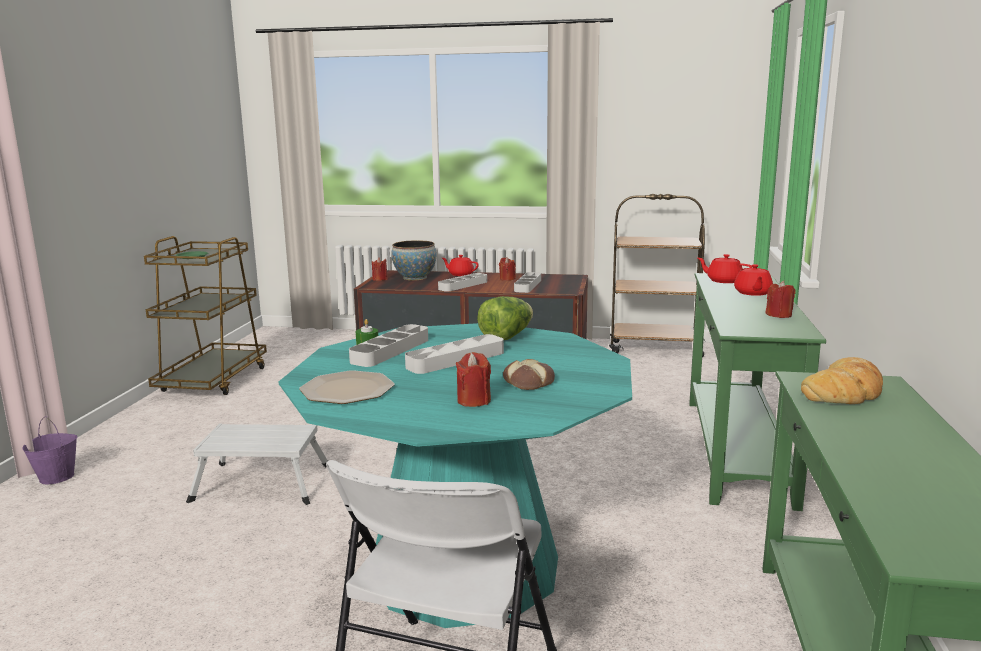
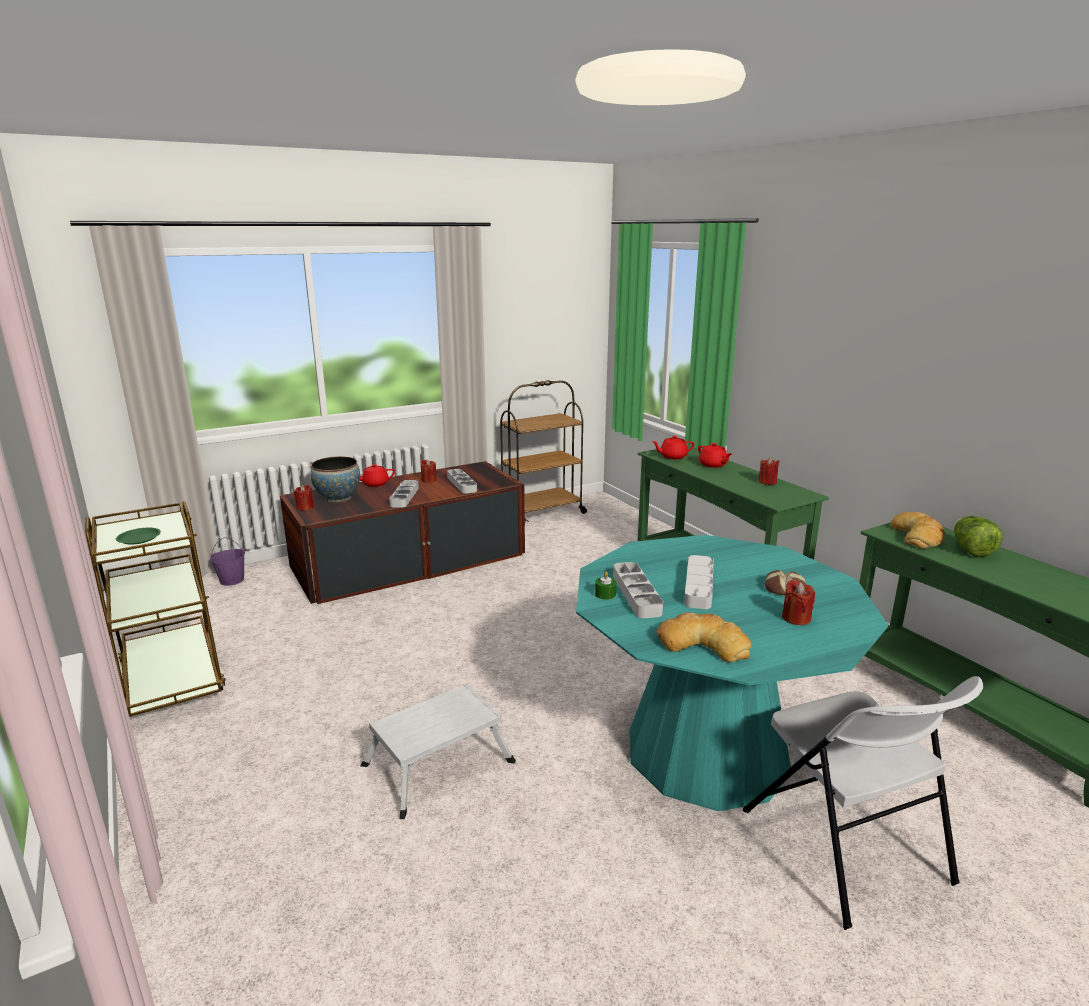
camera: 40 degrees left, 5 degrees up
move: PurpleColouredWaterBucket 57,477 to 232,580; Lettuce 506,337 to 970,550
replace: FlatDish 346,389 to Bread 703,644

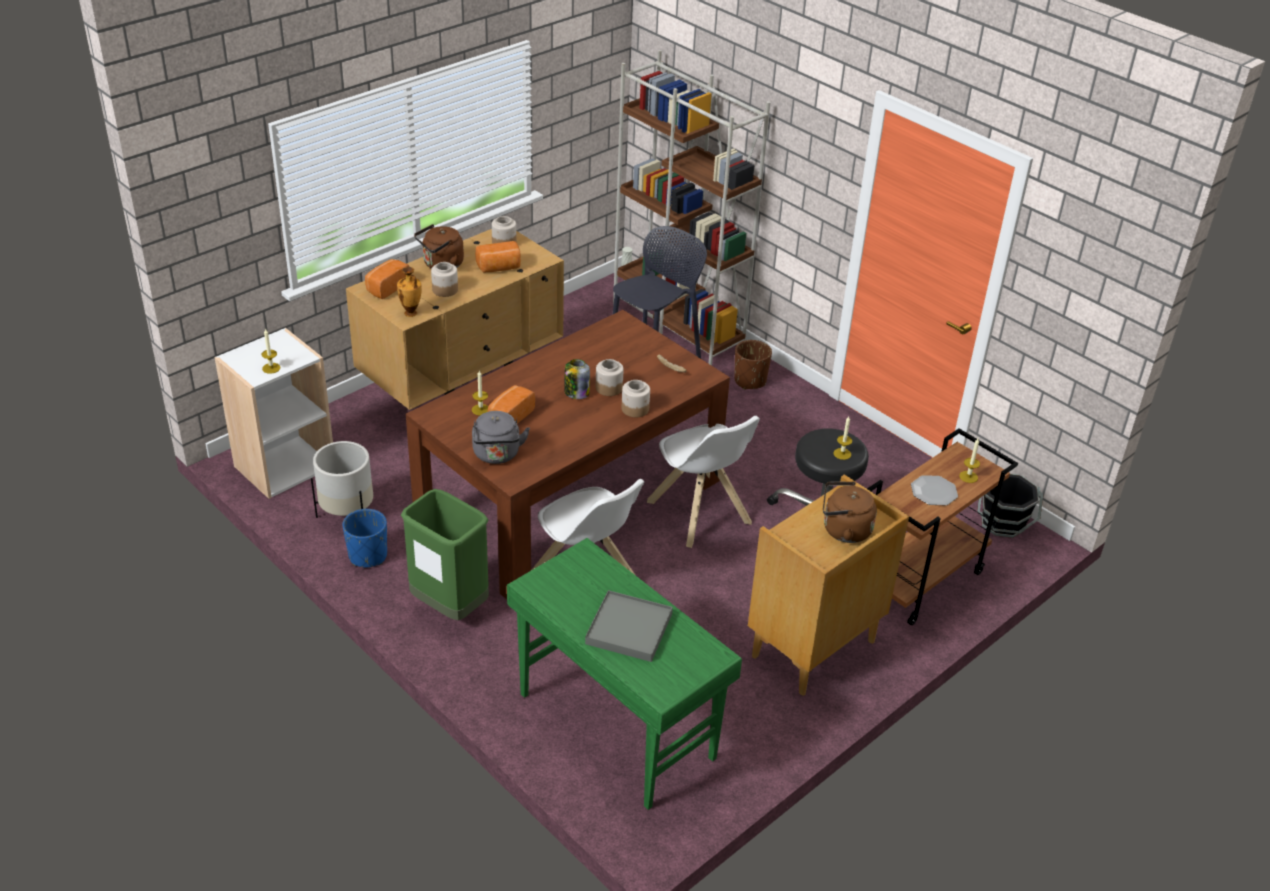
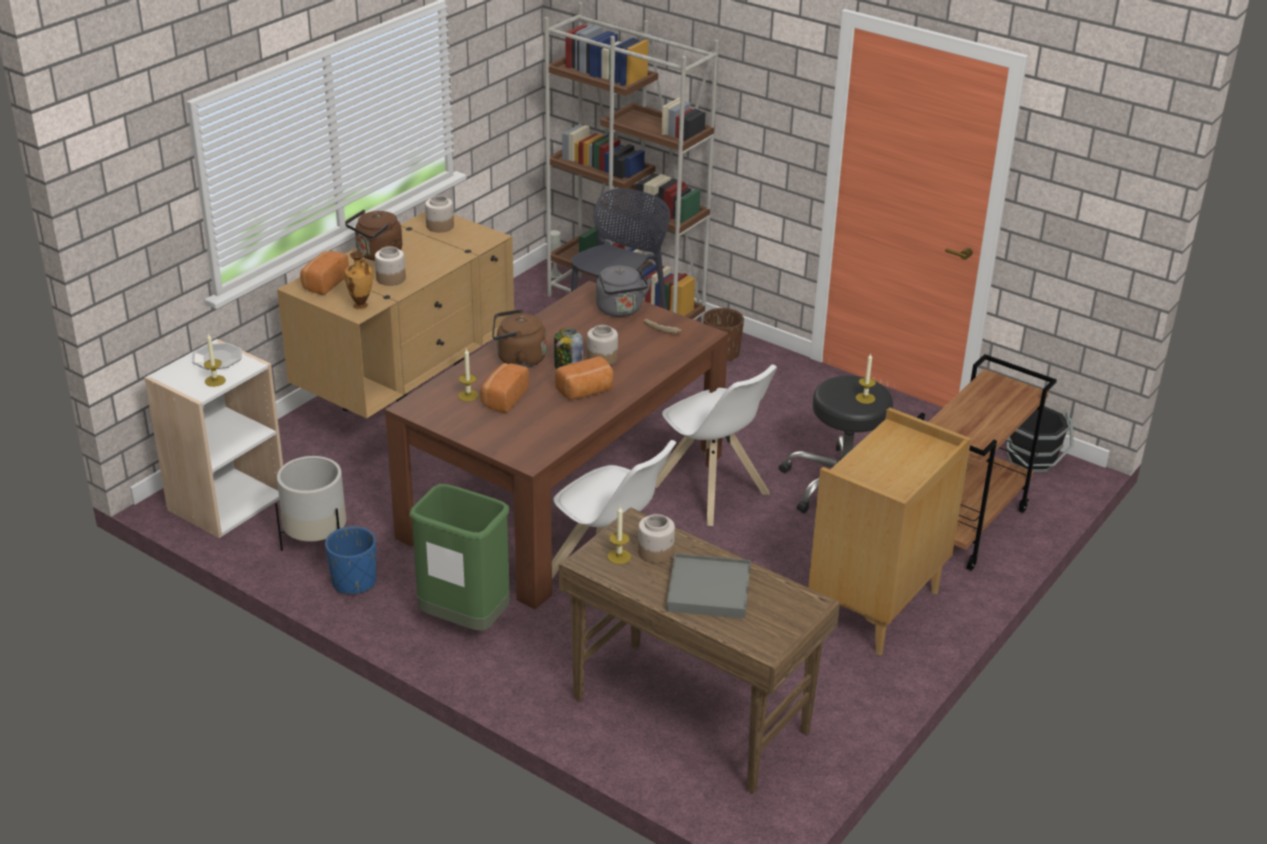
camera: 10 degrees left, 5 degrees down
move: GrayKettle 497,455 to 621,310; Bread 499,268 to 586,391; StorageJar 635,409 to 656,552; BrownishKettle 843,530 to 518,359; FlatDish 934,492 to 217,358; WaxCandle 968,477 to 619,556
recolor: GreenishNarrowTable 615,726 to BrownishNarrowTable 688,715

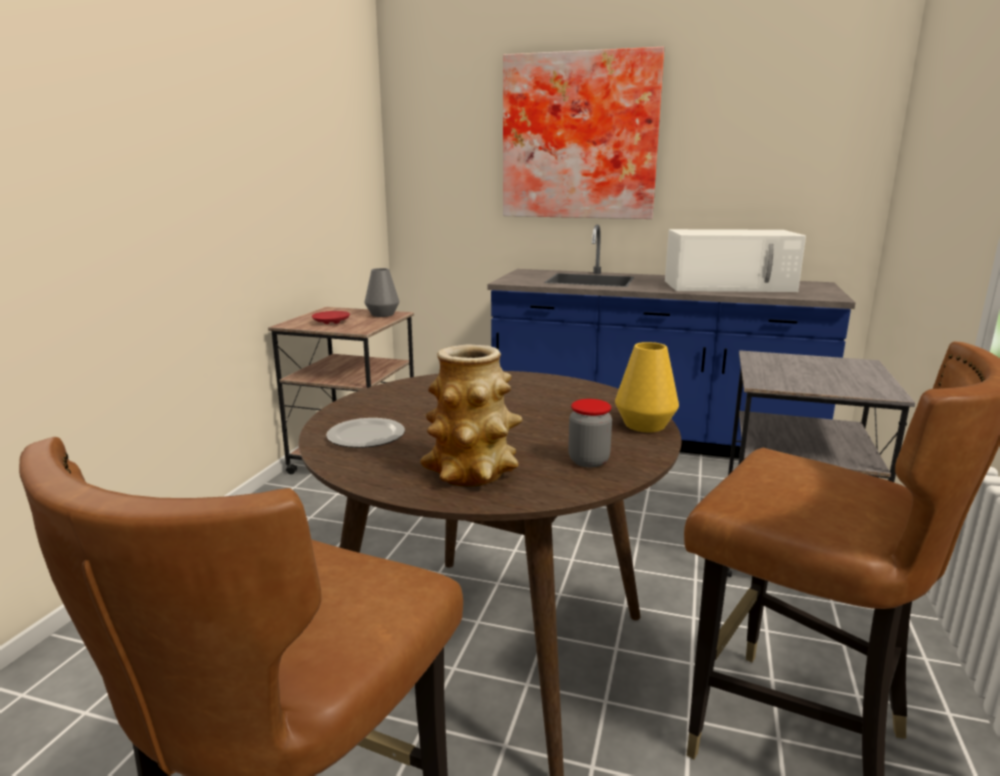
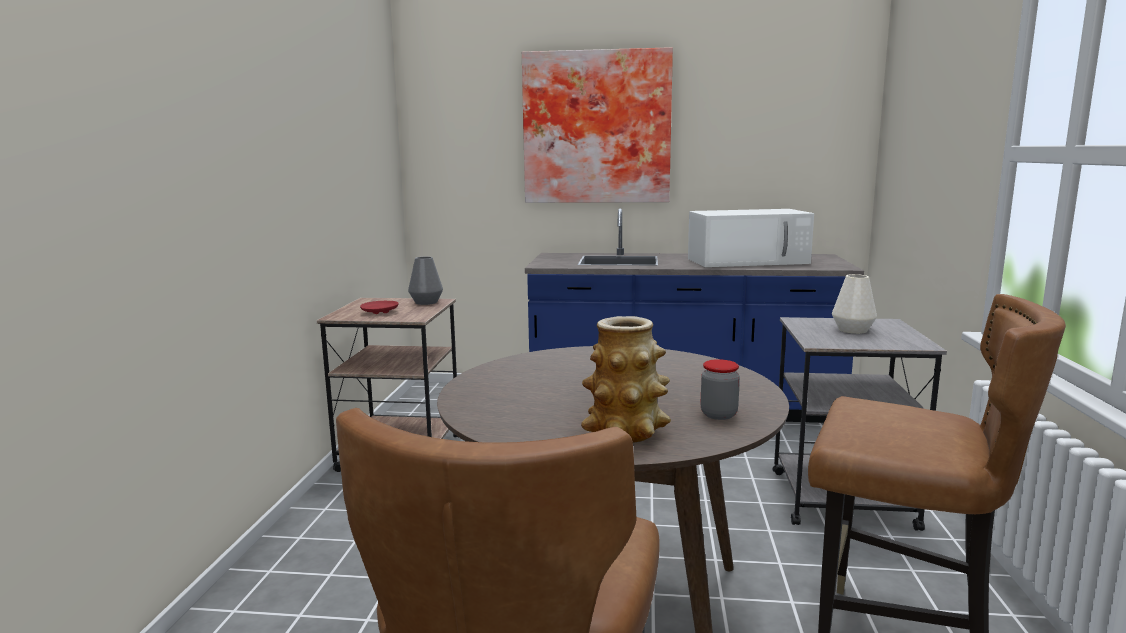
camera: 10 degrees left, 5 degrees down
delete: FlatDish 366,436; YellowDecorativeVase 644,425
insert: WhiteDecorativeVase 852,330

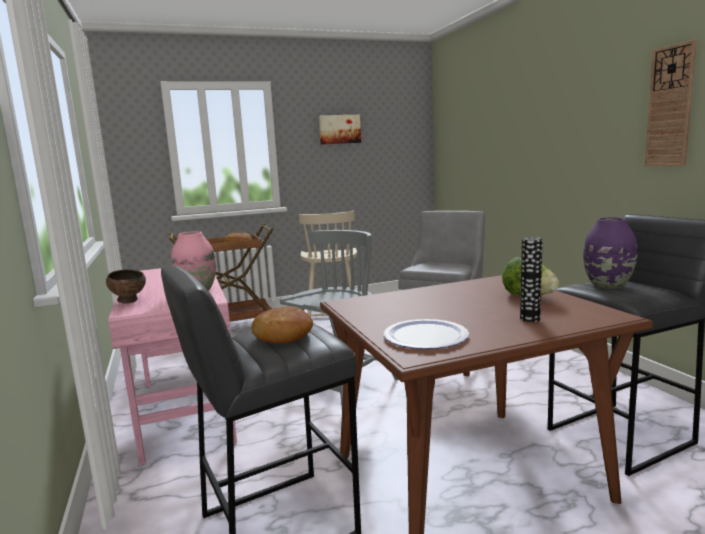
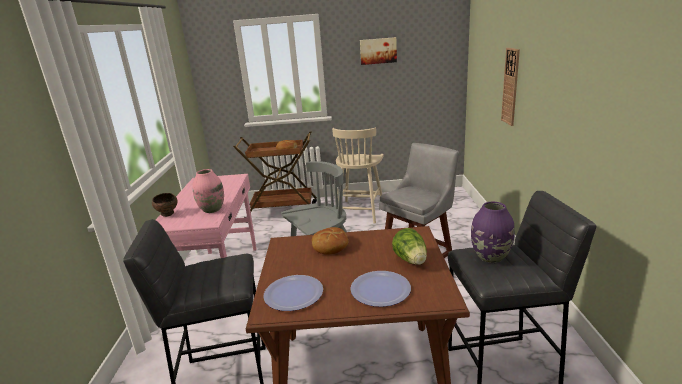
camera: 20 degrees right, 10 degrees up
move: Bread 282,335 to 330,246; WallClock 670,107 to 510,86
replace: DecorativeVase 530,319 to FlatDish 380,289

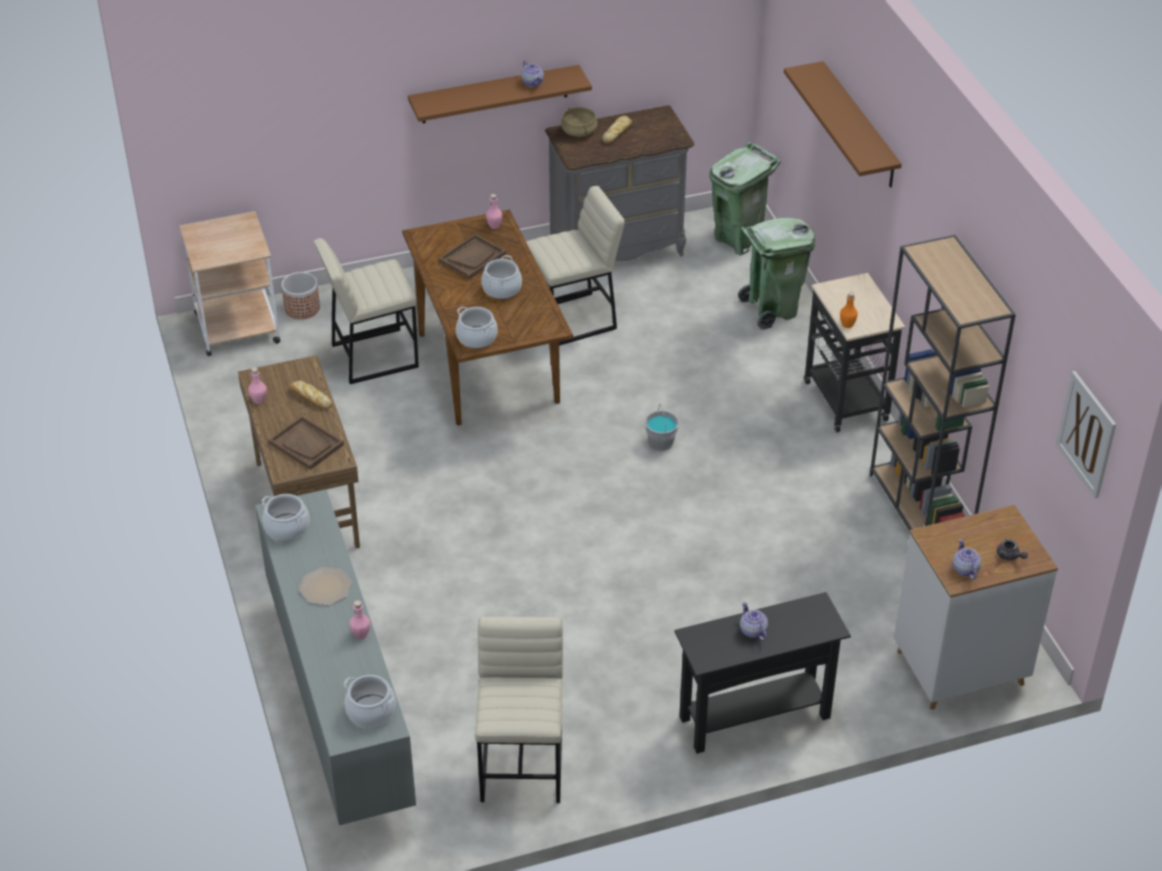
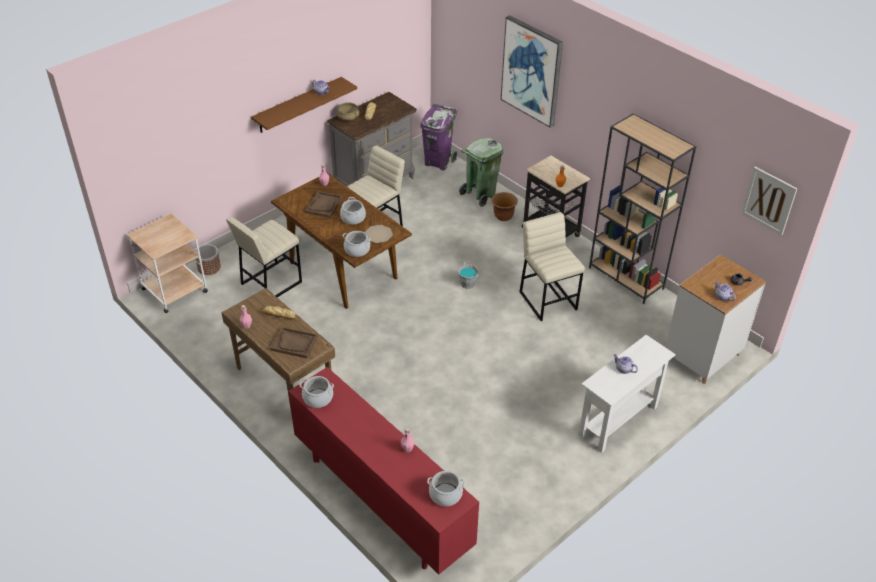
camera: 25 degrees left, 0 degrees up
insert: BrownishPlantPot 503,217
move: FlatDish 326,587 to 378,234; BeigeColouredUprightChair 522,764 to 547,299
replace: BrownishWallShelf 859,126 to WallPicture 532,71
recolor: GrayCupboard 338,708 to ReddishCupboard 380,501; BlackNarrowTable 754,717 to WhiteNarrowTable 618,421; GreenishWasteBin 739,239 to PurpleColouredWasteBin 438,162

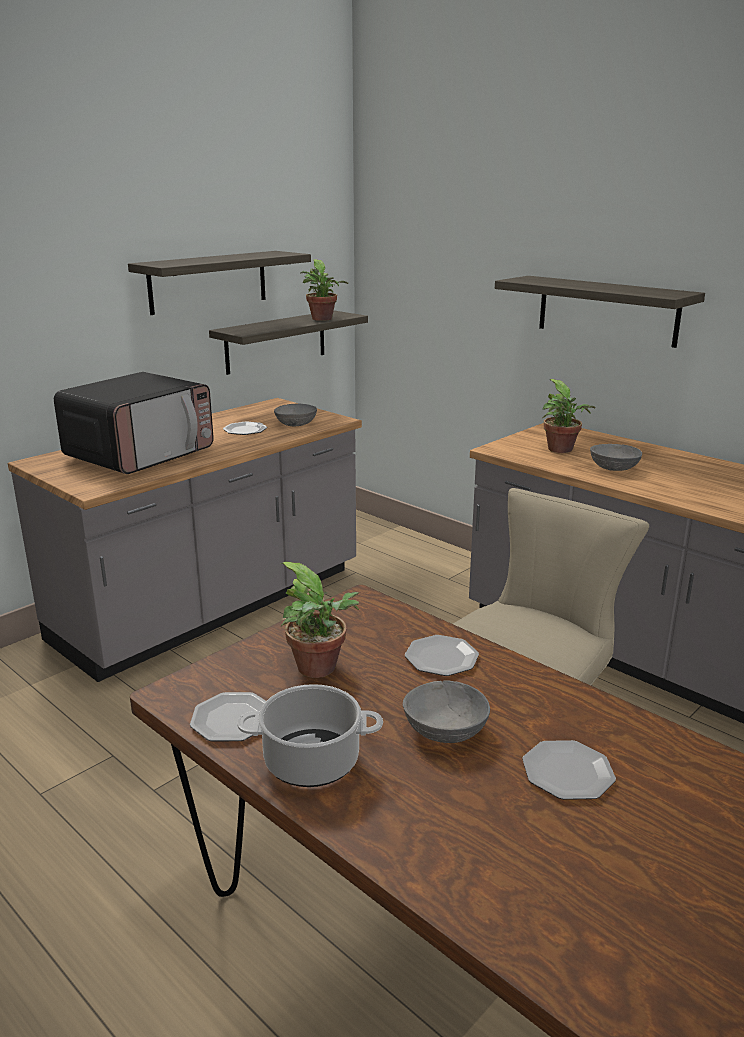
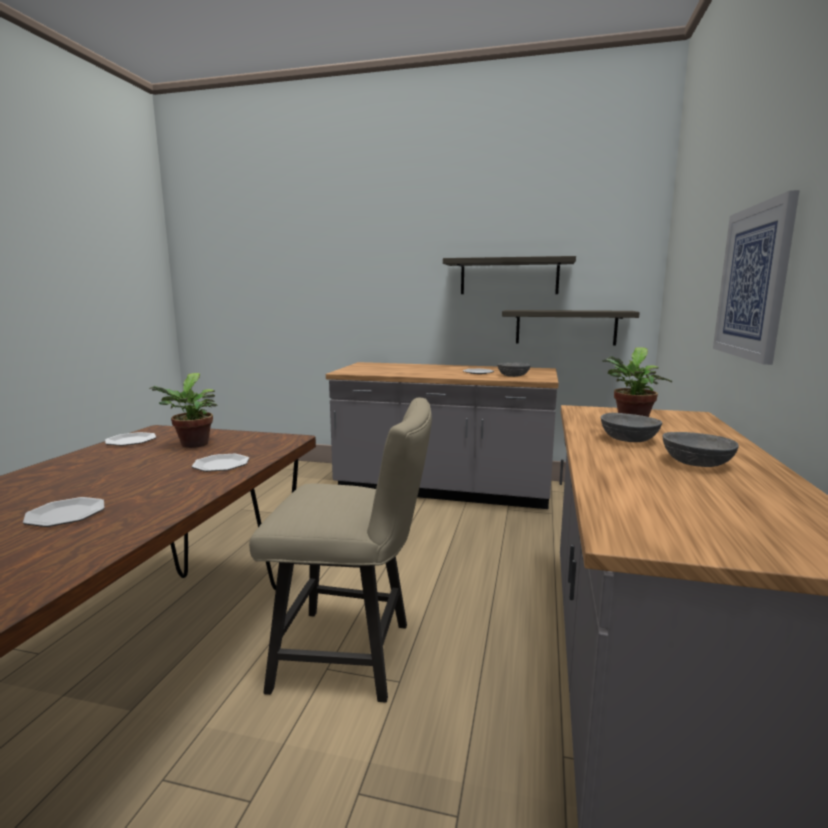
camera: 60 degrees right, 10 degrees down
delete: Microwave 141,454; CookingPot 310,762; PottedPlant 322,319
move: GrayBowl 445,730 to 696,463
replace: WallShelf 607,310 to WallPicture 753,282

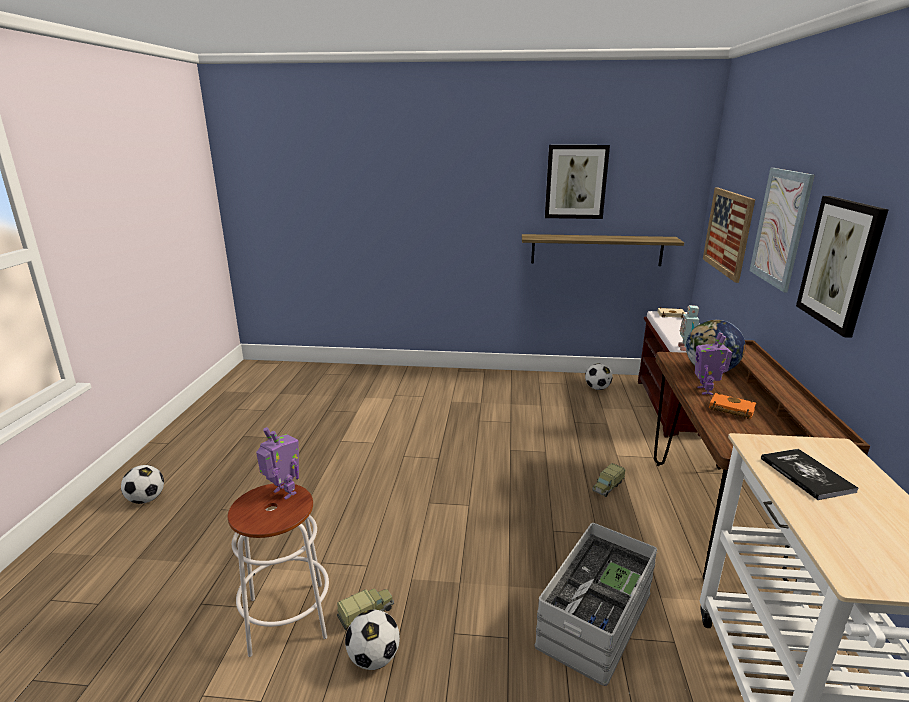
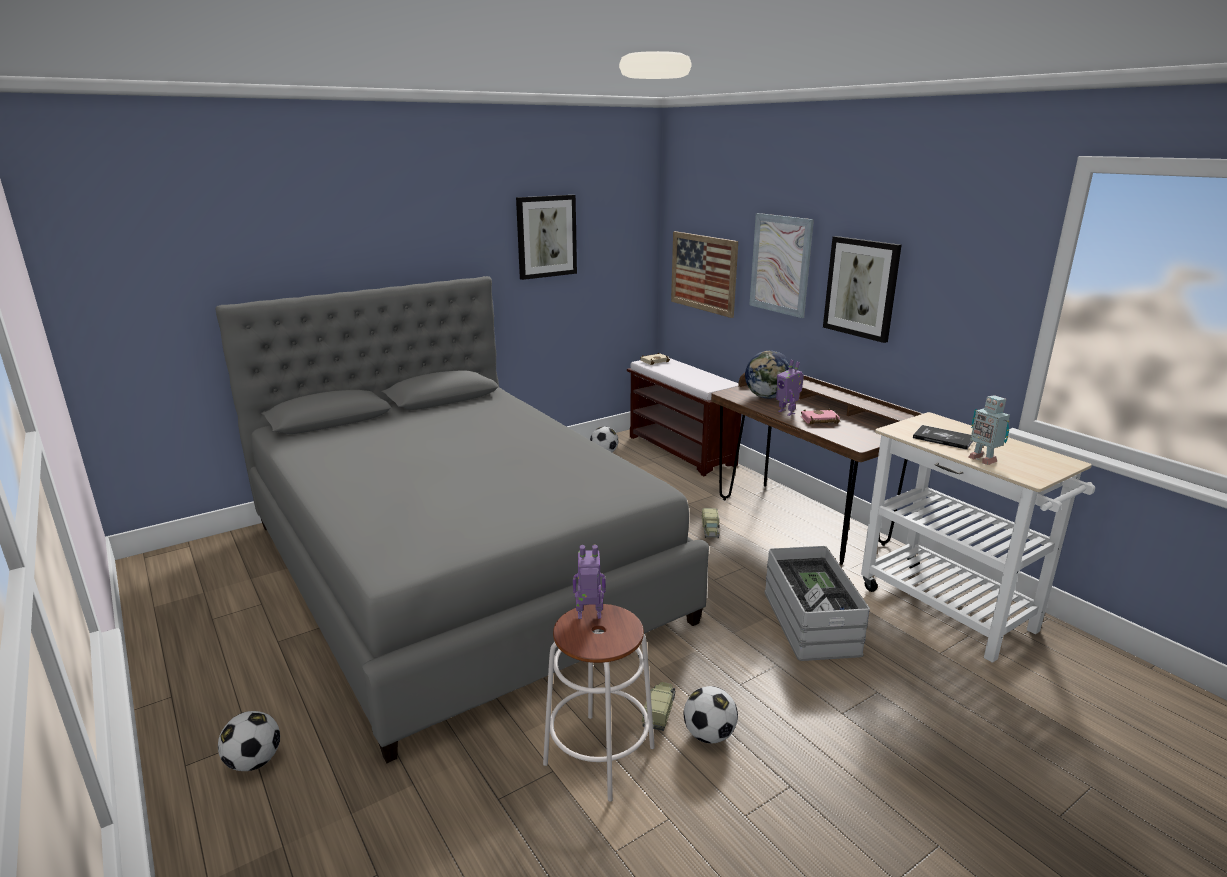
camera: 40 degrees left, 0 degrees up
delete: WallShelf 596,250
insert: GrayBed 458,569
move: RobotFigure 686,348 to 983,459
recolor: OrangeBook 730,409 to PinkBook 819,420

